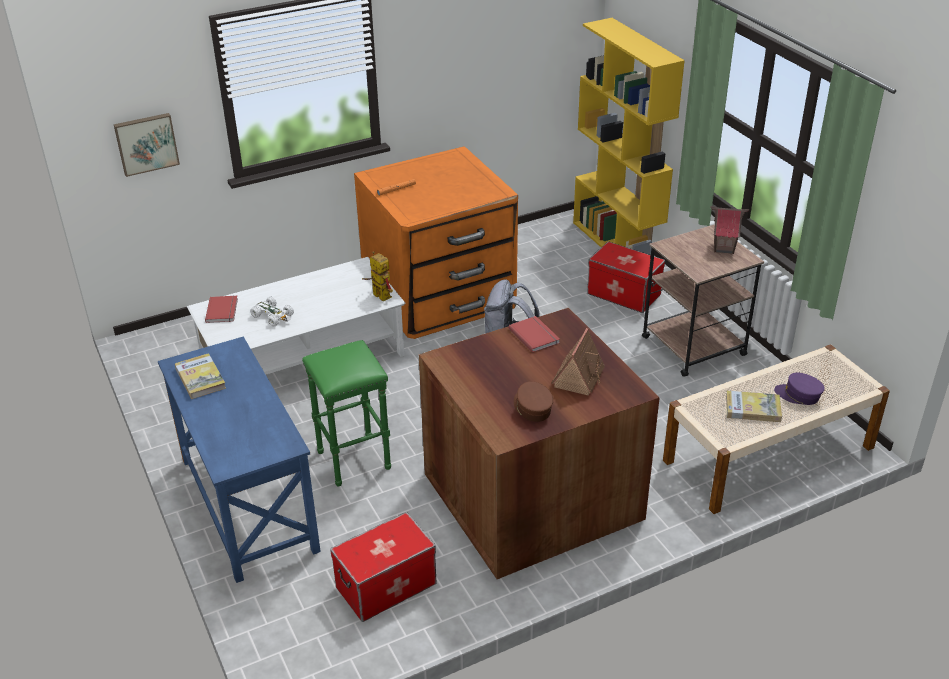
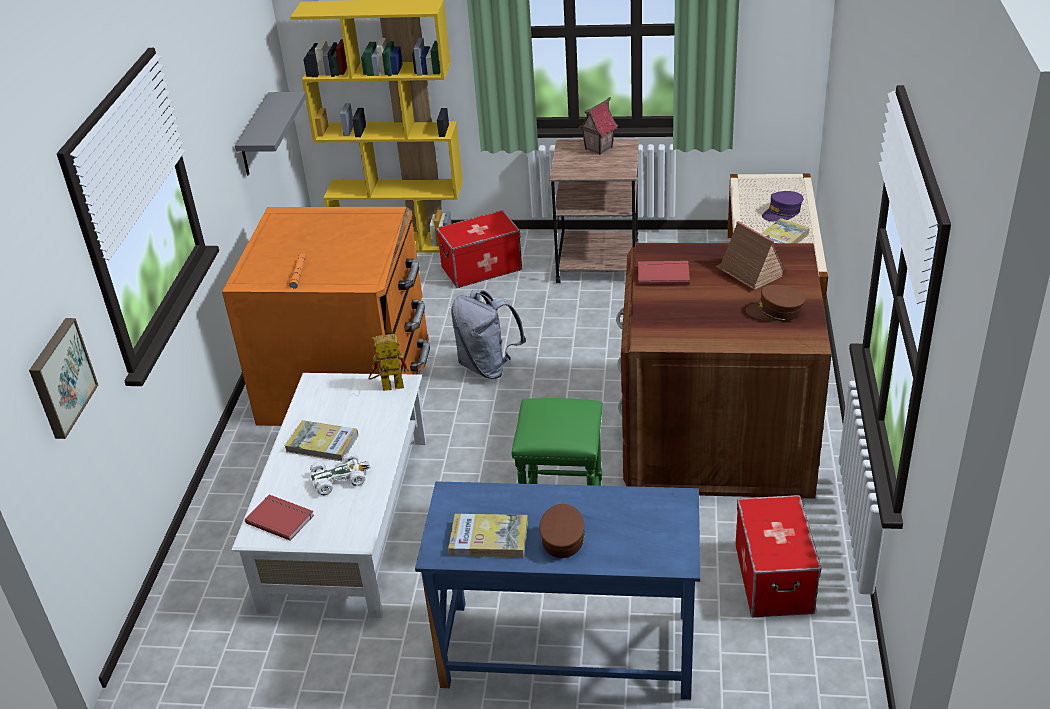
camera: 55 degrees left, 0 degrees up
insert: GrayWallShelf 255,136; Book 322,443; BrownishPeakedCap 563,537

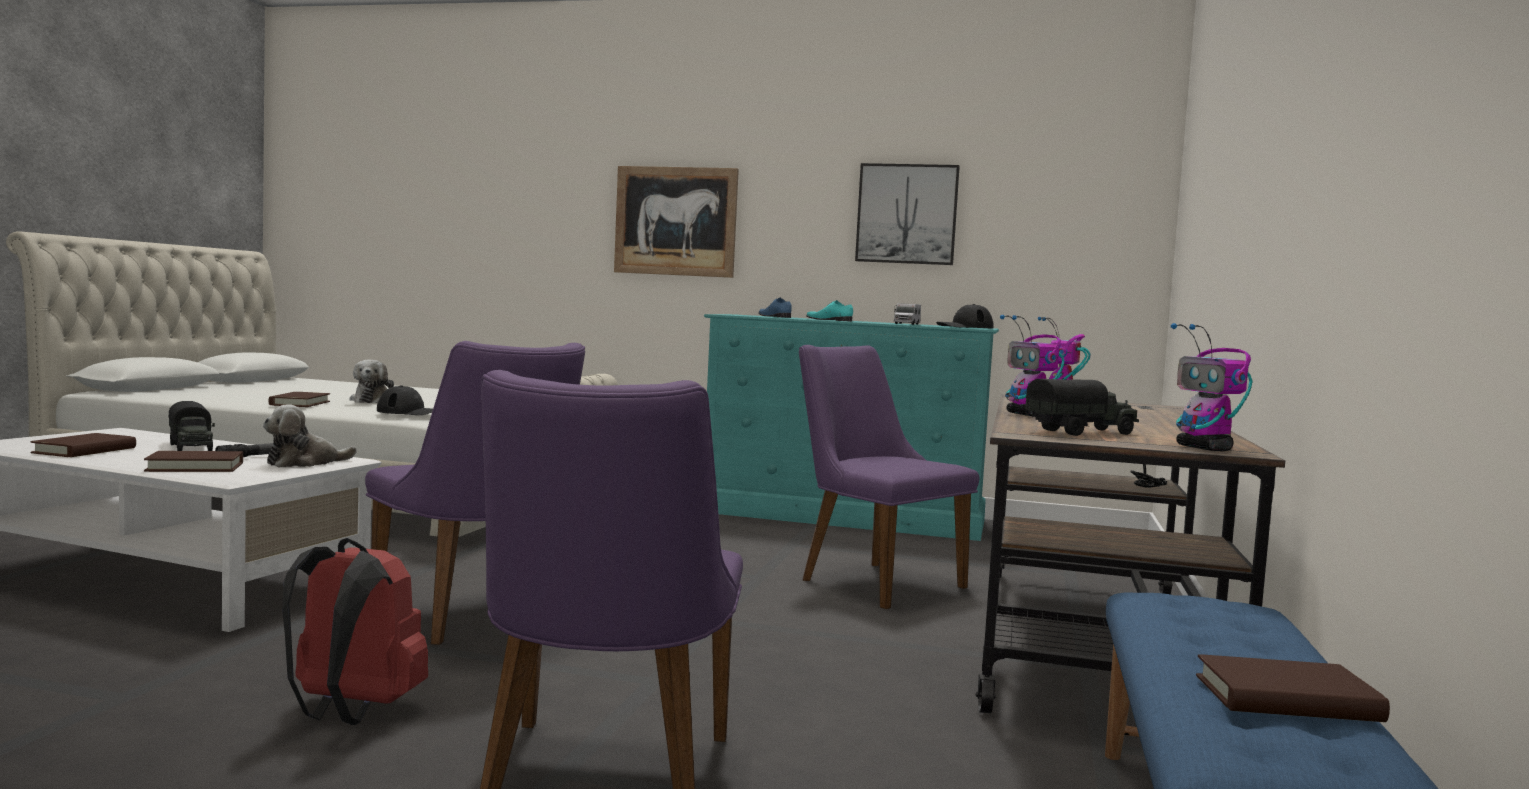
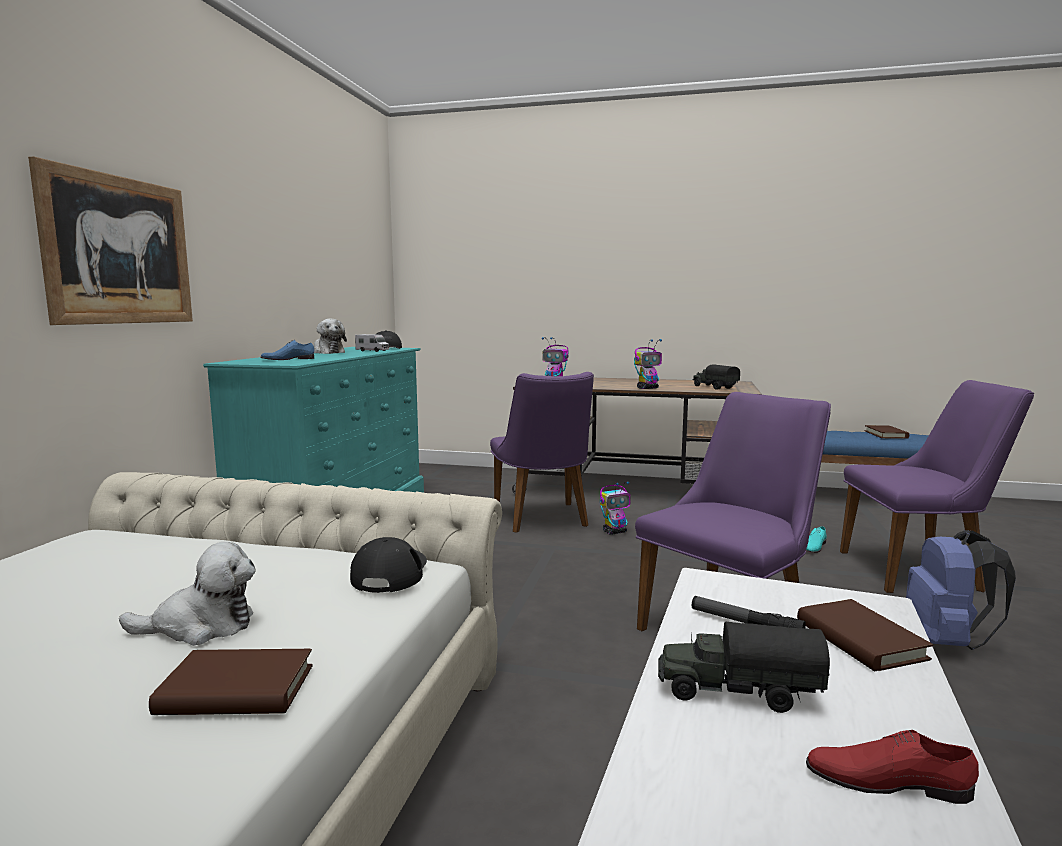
camera: 90 degrees left, 5 degrees up
delete: WallPicture 907,214
move: CuddlyToy 304,463 to 327,352; TurquoiseShoe 829,320 to 814,546; RobotFigure 1205,448 to 615,532
replace: BrownishBook 85,450 to ReddishShoe 886,780
recolor: ReddishKnapsack 350,712 to BluishKnapsack 946,641
rotate: ModelTruck 191,447 = 736,692 135 degrees counterclockwise; PurpleColouredUprightChair 870,580 = 543,520 60 degrees counterclockwise

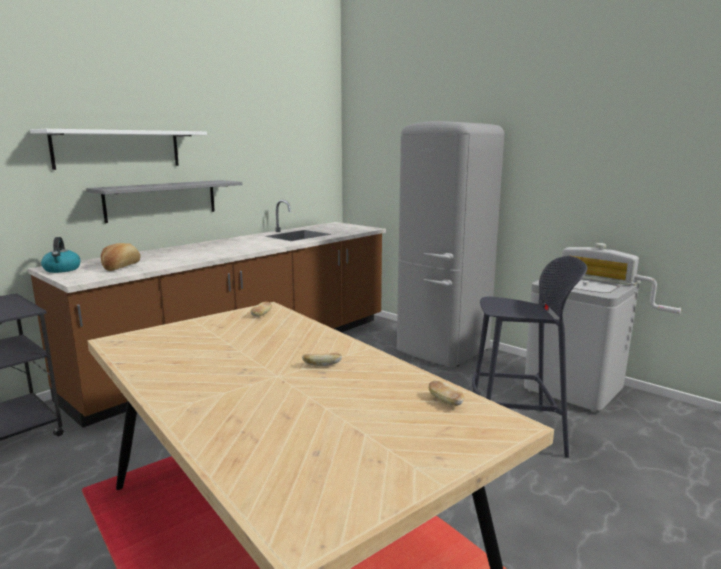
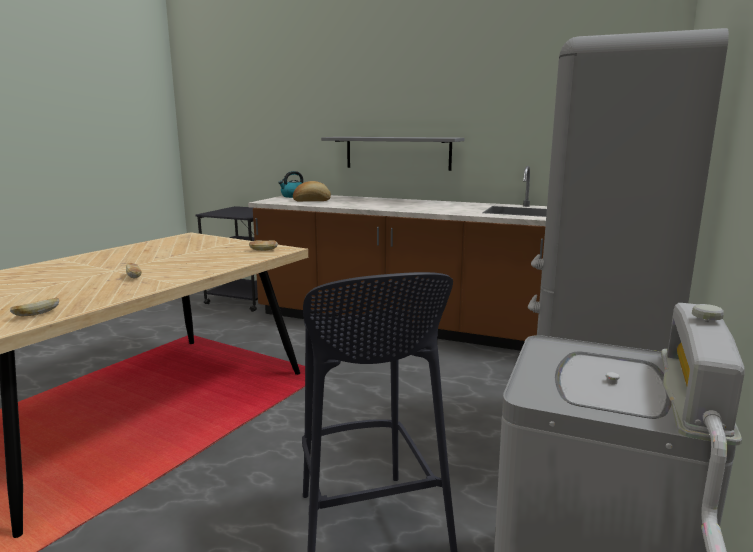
camera: 70 degrees right, 0 degrees up
delete: WhiteWallShelf 118,149

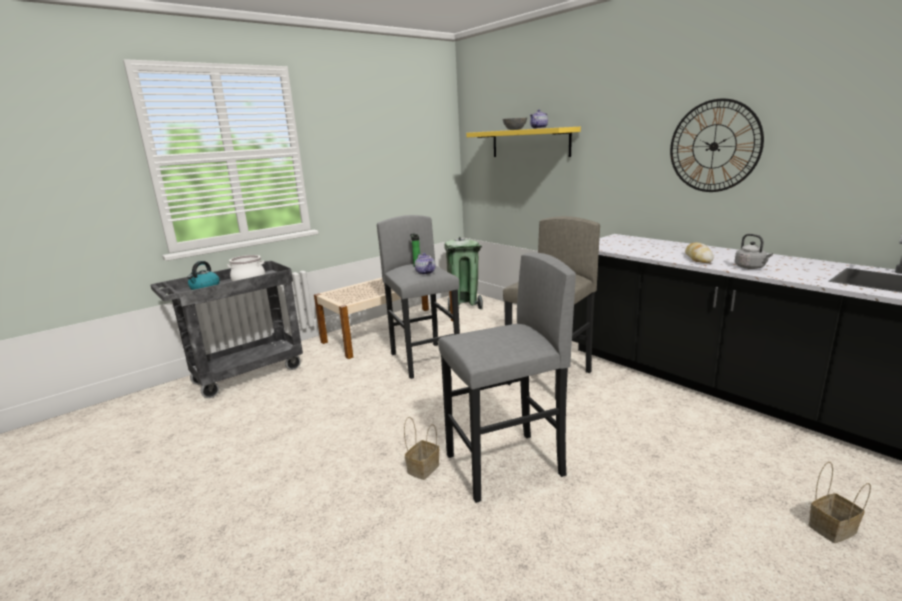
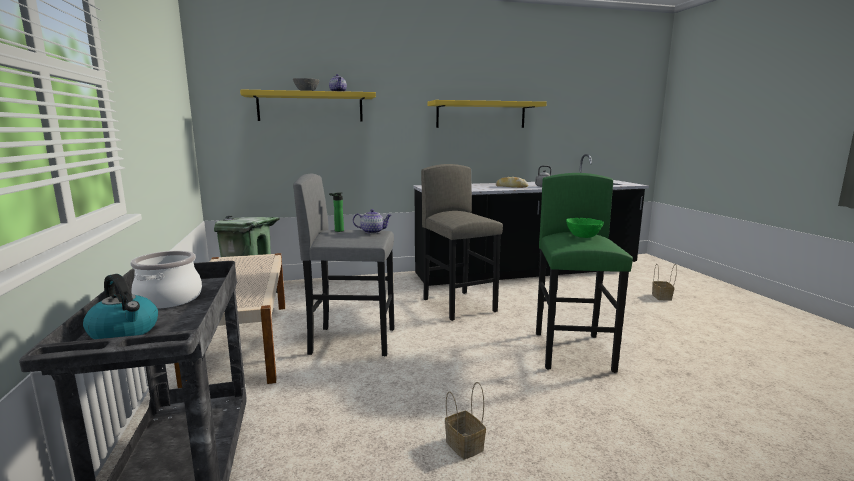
camera: 65 degrees left, 5 degrees down
insert: GreenishBowl 583,236
move: StorageBasket 423,468 to 463,445
replace: WallClock 714,146 to YellowWallShelf 481,115
recolor: GrayStool 505,466 to GreenishStool 573,351

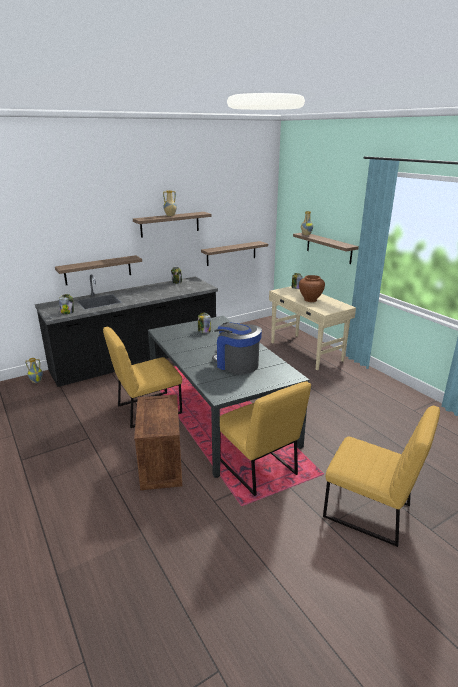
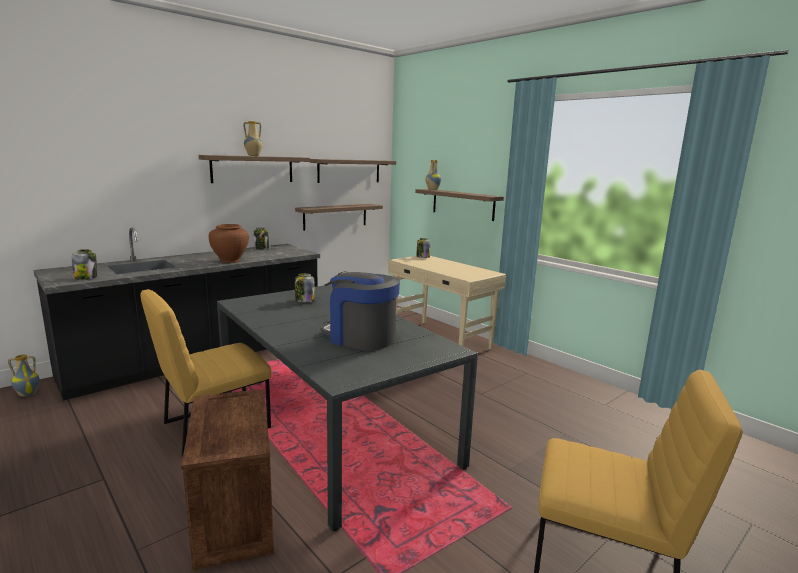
camera: 10 degrees left, 10 degrees down
delete: YellowUprightChair 257,468
move: WallShelf 98,270 to 349,171; BrownishDecorativeVase 310,300 to 230,260

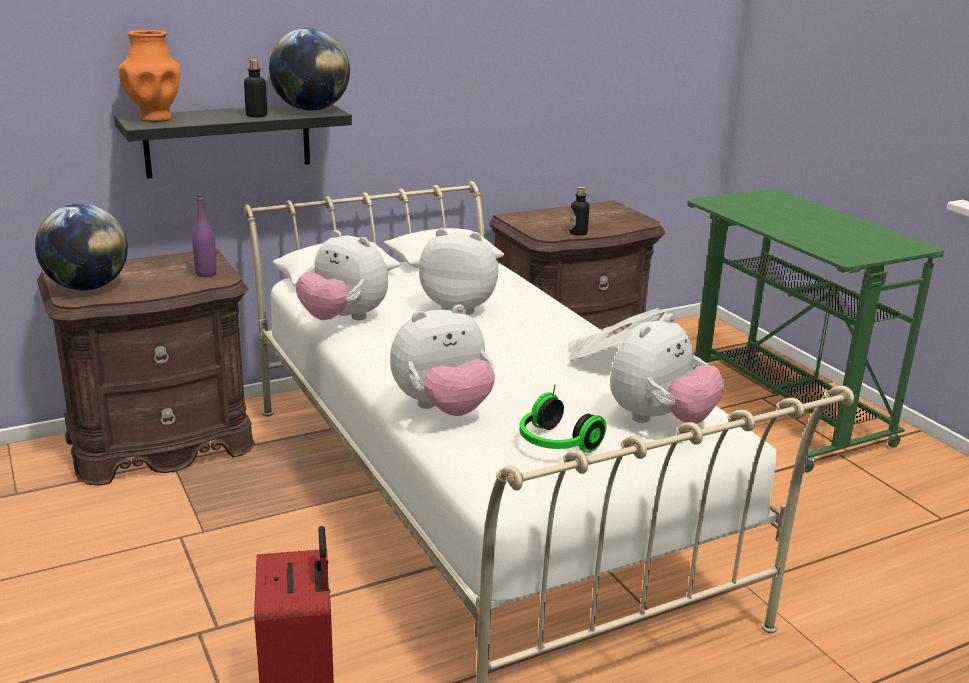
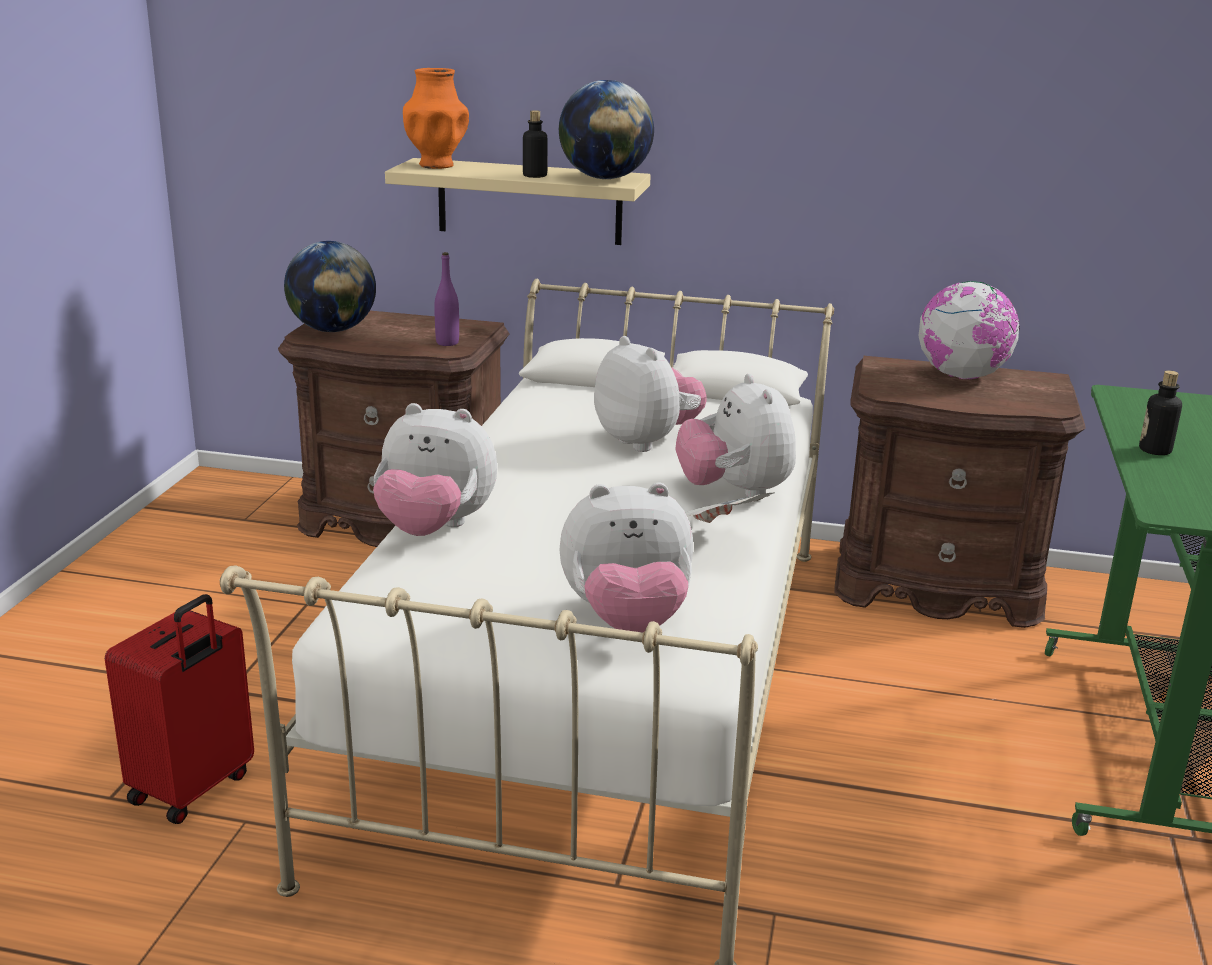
camera: 40 degrees right, 0 degrees up
delete: Headset 555,444
insert: DeskGlobe 962,376
move: CuddlyToy 343,319 to 734,492; DrinkBottle 578,233 to 1155,450
recolor: BlackWallShelf 228,139 to BeigeColouredWallShelf 529,201

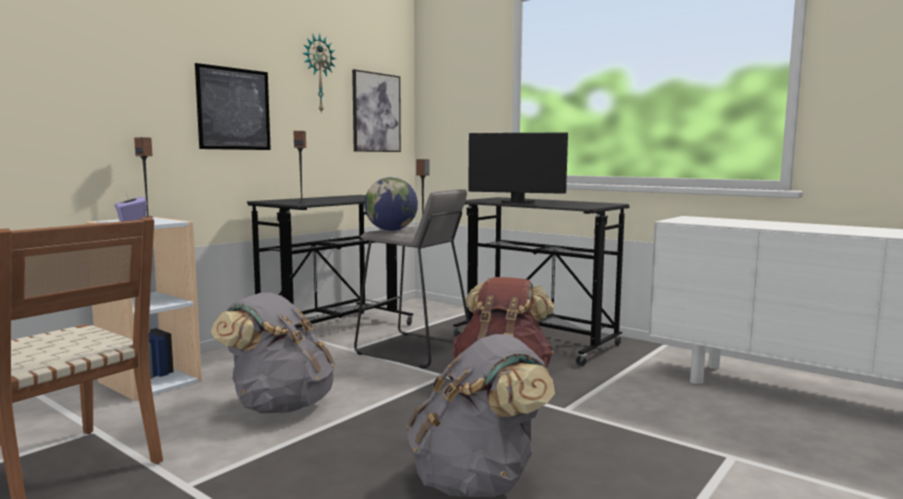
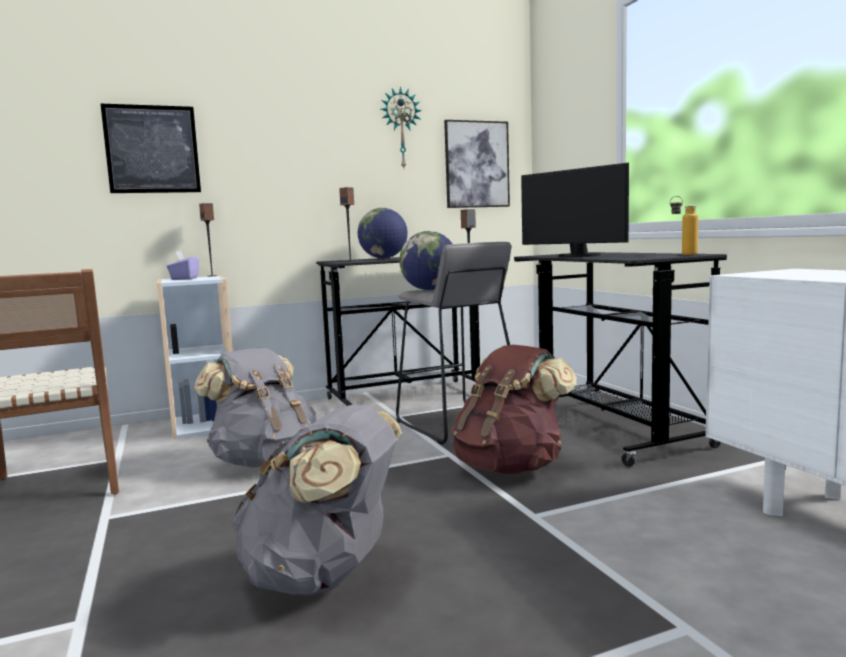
camera: 30 degrees right, 0 degrees up
insert: DeskGlobe 384,258; DrinkBottle 682,254
move: WallPicture 234,109 to 152,149

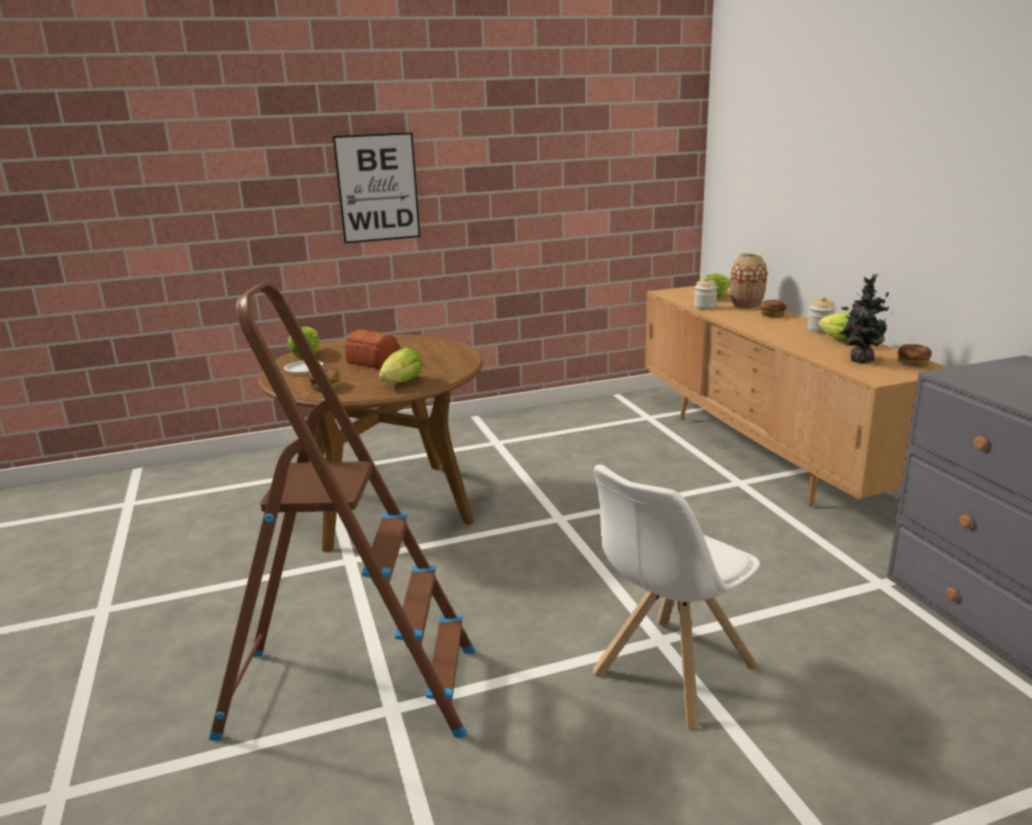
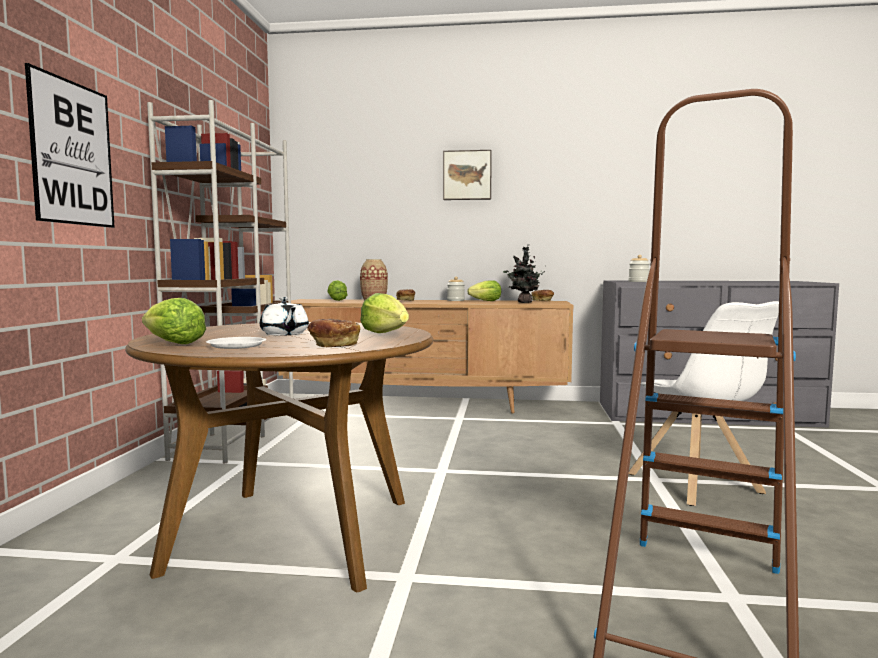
camera: 65 degrees left, 15 degrees down
insert: BrownishShelvingUnit 238,435; WallPicture 467,175
move: StorageJar 705,307 to 638,281
replace: Bread 374,362 to WhiteTeaPot 284,334

